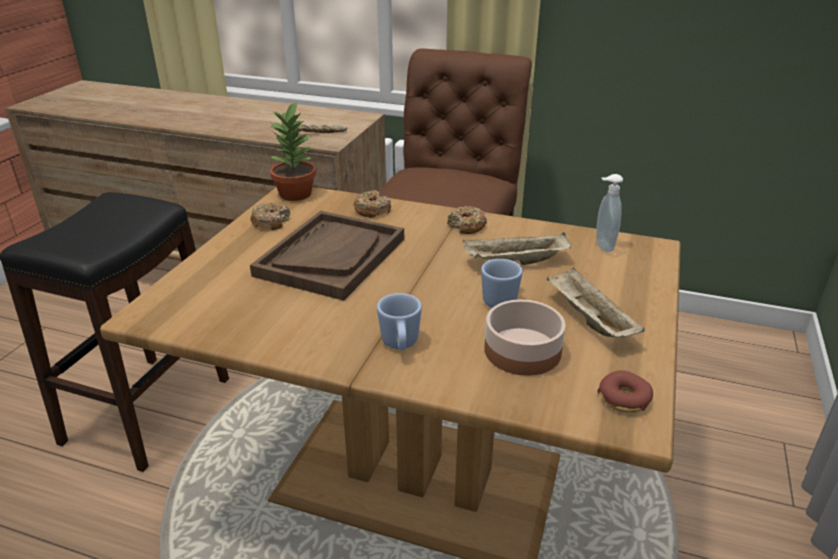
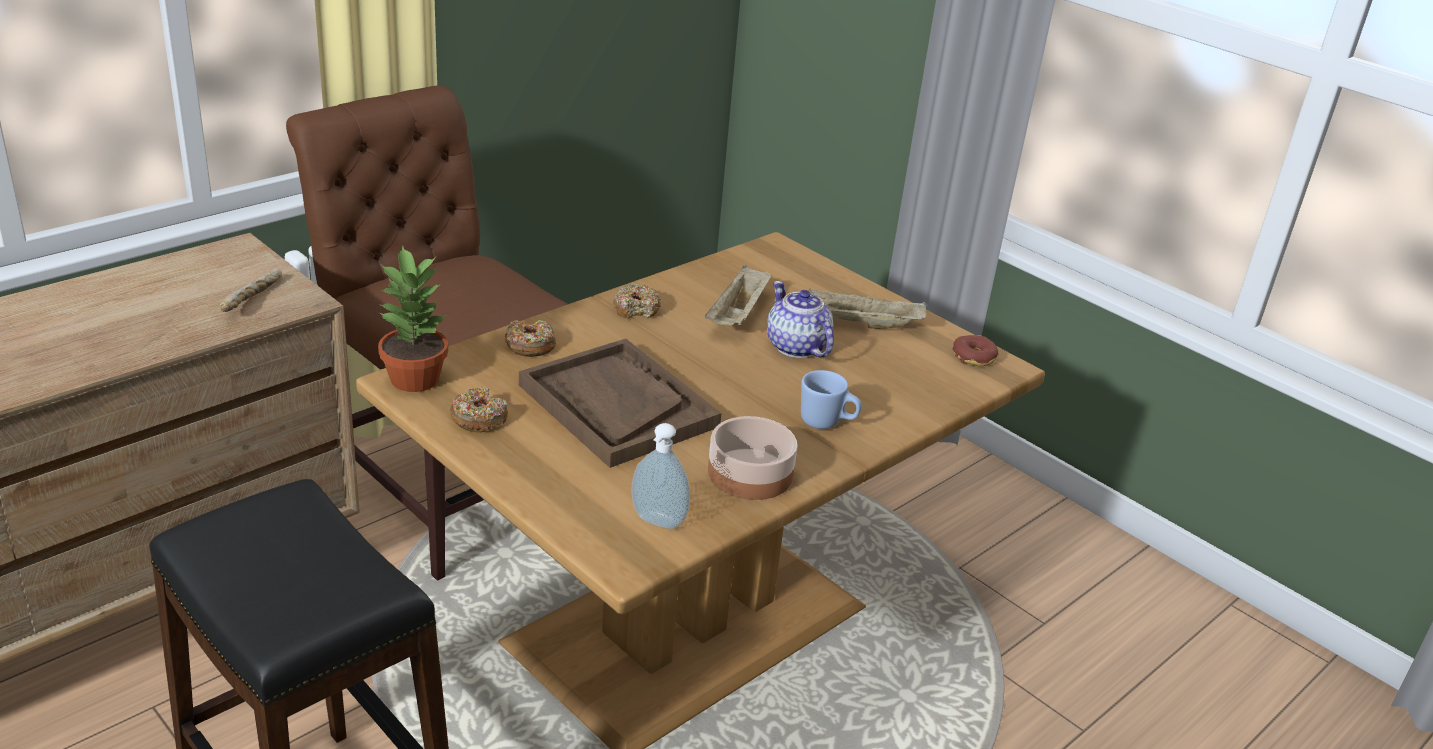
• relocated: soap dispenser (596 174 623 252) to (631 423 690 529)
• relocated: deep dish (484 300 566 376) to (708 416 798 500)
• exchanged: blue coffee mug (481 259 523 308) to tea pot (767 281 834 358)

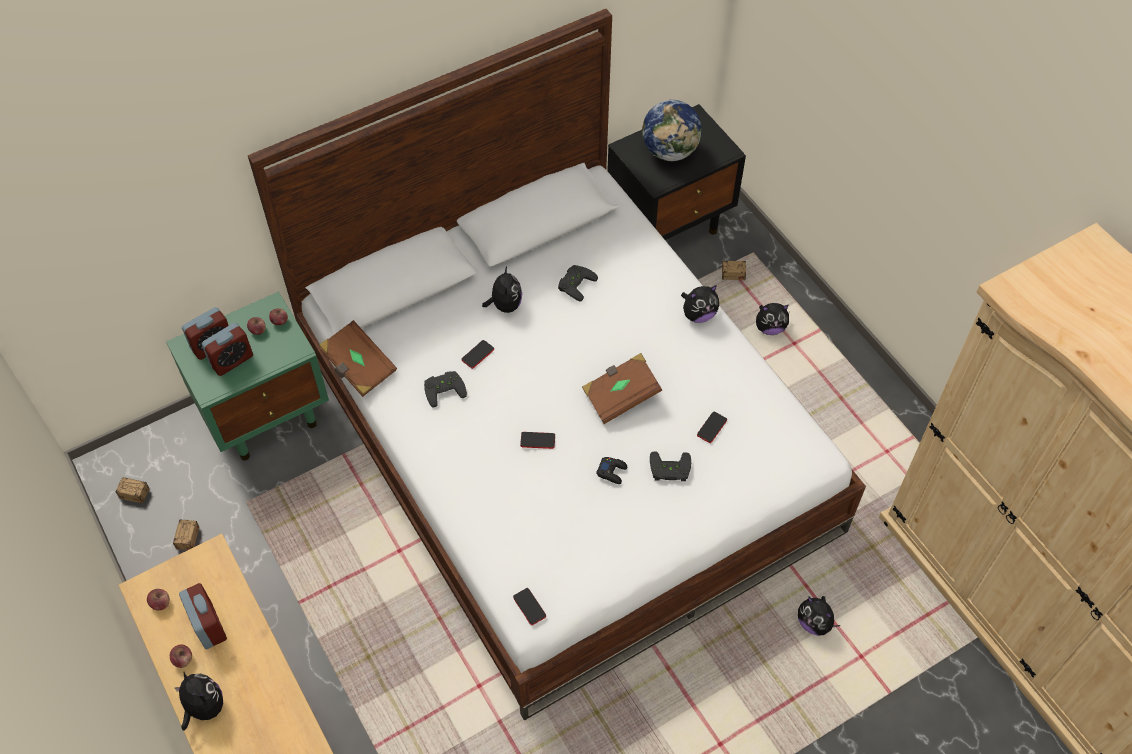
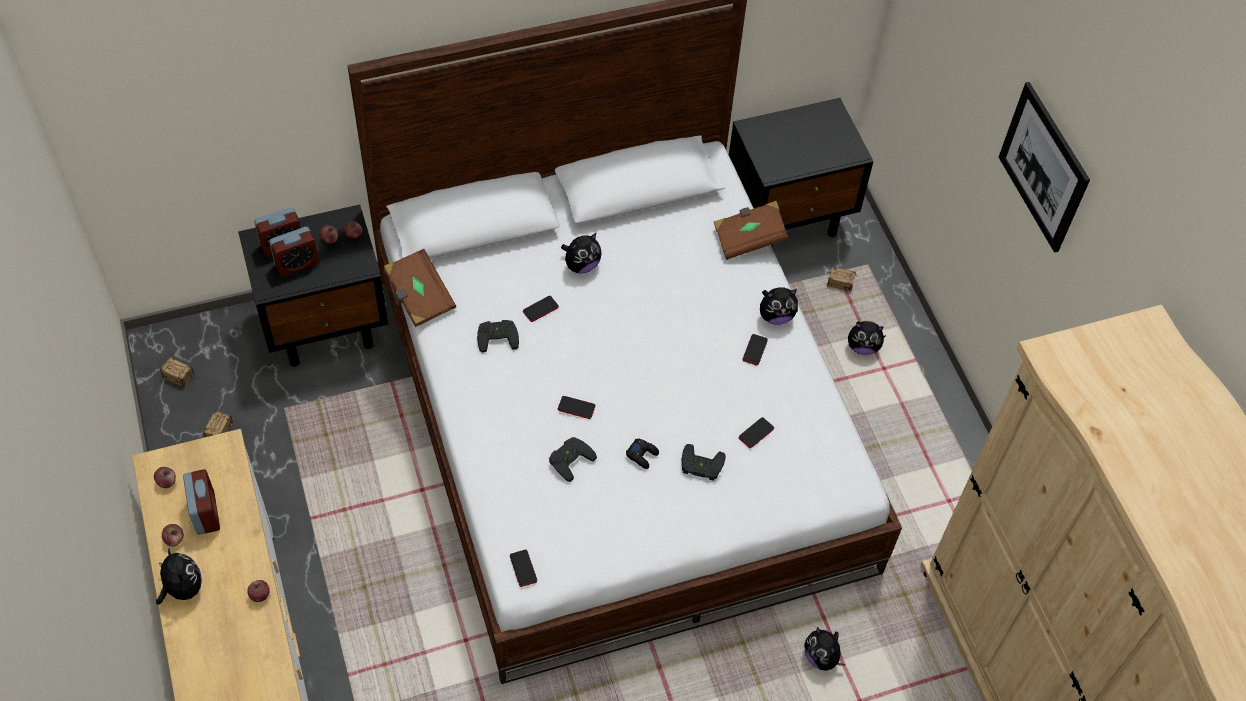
• colour: green nightstand (166 292 329 460) to black nightstand (238 204 388 367)
• appeared: whole apple (247 580 270 602)
• relocated: black gamepad (558 265 598 302) to (549 437 597 482)
• spun: plush toy (482 267 522 313) = (561 233 602 274) 45 degrees clockwise
• relocated: brown bound book (582 353 662 424) to (714 201 788 260)
• appeared: phone (743 334 768 366)
• appeared: wall picture (999 82 1090 253)
• missing: globe (642 100 702 161)

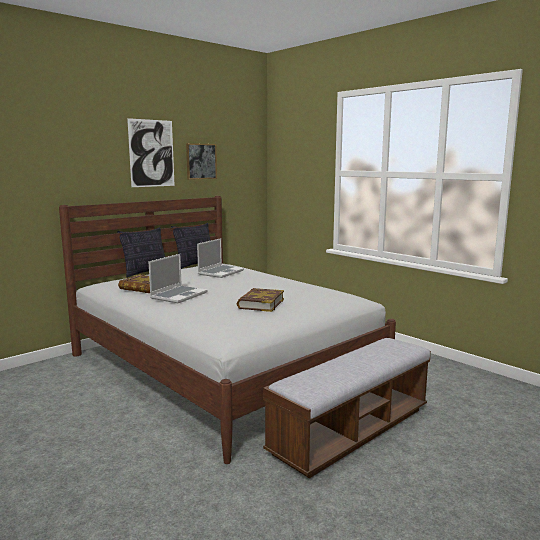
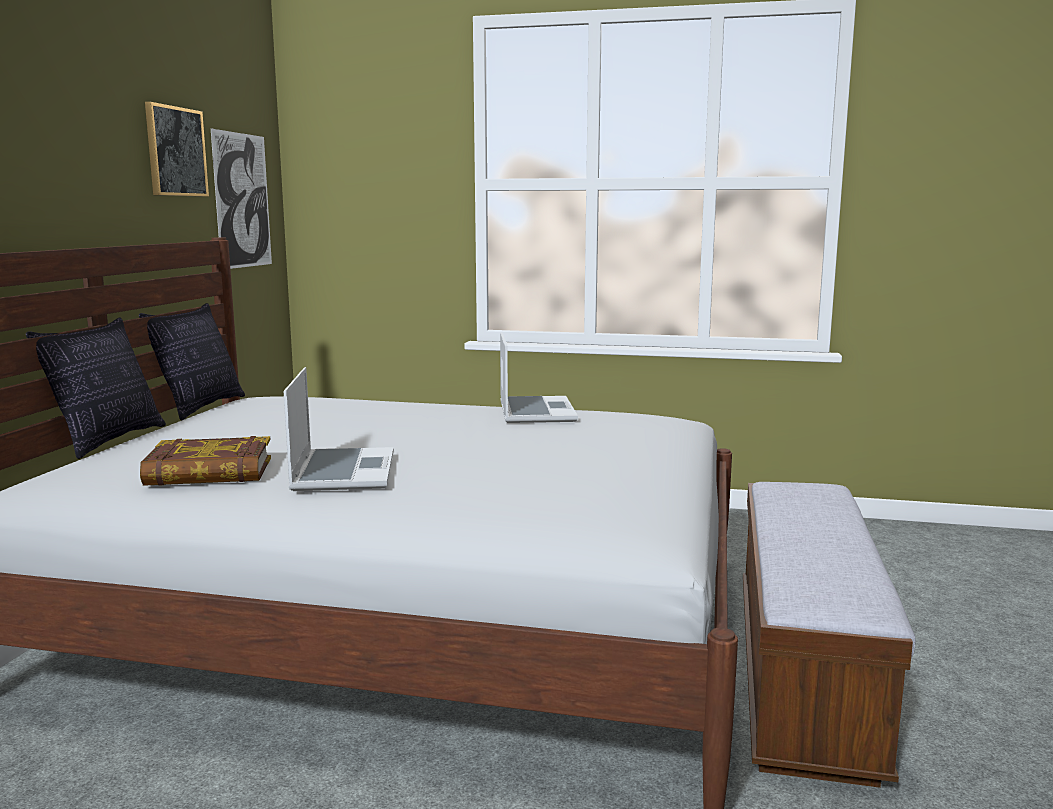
• relocated: wall picture (127 118 175 187) to (211 129 272 269)
• relocated: portable computer (197 238 244 278) to (500 332 578 423)
• missing: bound book (237 288 284 312)

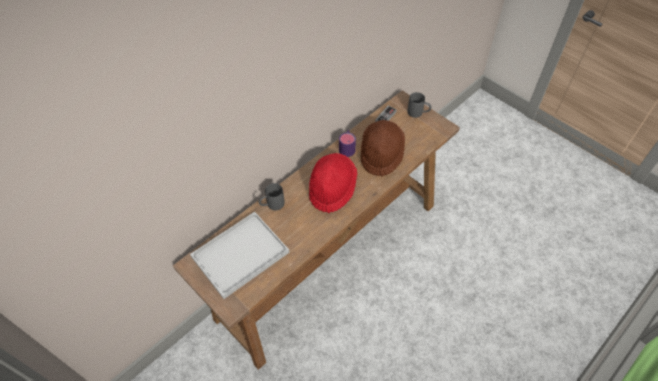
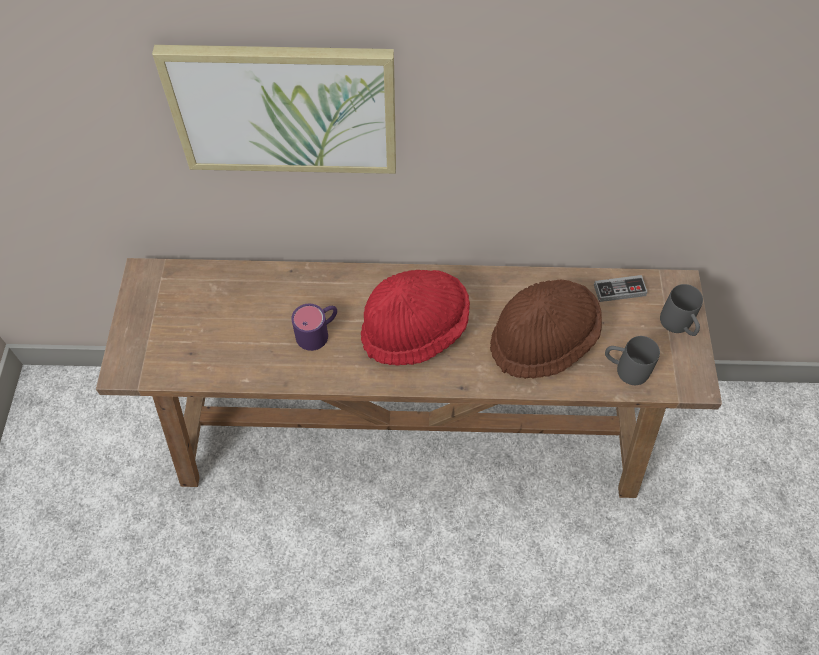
• appeared: wall picture (152 45 396 174)
• relocated: purplish coffee mug (339 130 356 157) to (291 304 337 351)
• relocated: grey coffee mug (259 183 285 210) to (605 336 660 385)
• missing: whitish serving tray (190 212 290 299)

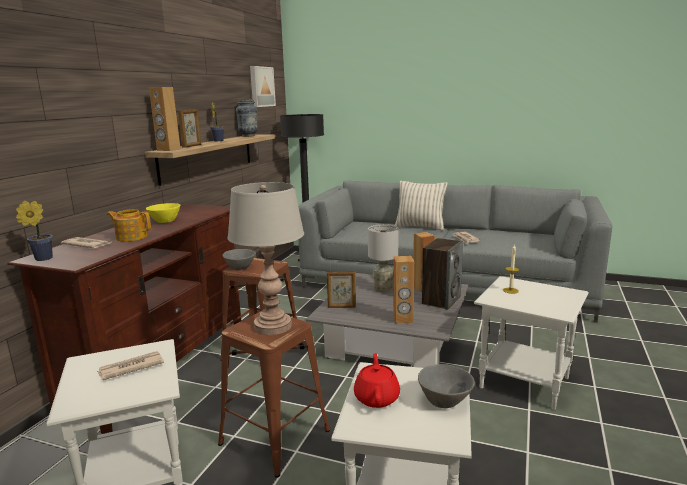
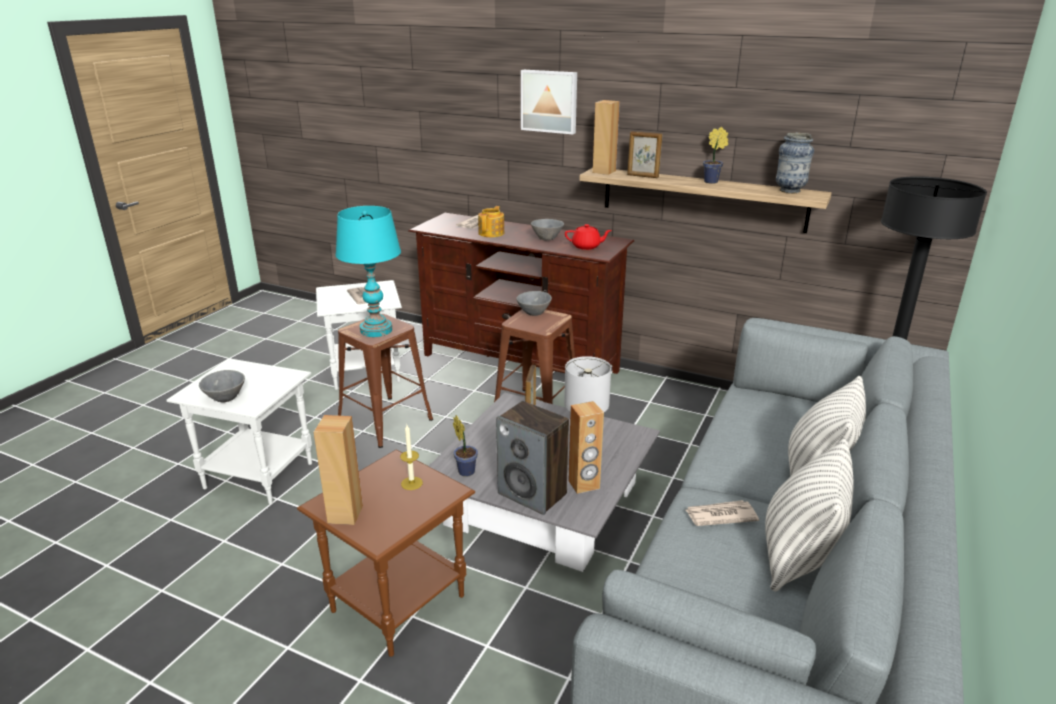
• colour: whitish accent table (474 276 589 410) to brown accent table (297 450 475 657)
• relocated: brown audio speaker (393 256 414 324) to (314 415 363 525)
• colour: grey table lamp (227 182 304 335) to turquoise table lamp (335 206 401 337)
• relocated: potted plant (16 201 53 261) to (453 415 478 477)
• relocated: wall picture (250 66 276 107) to (521 70 577 134)
• colour: yellow-coloured deep dish (146 203 180 223) to grey deep dish (531 219 564 240)
• relocated: reddish tea pot (354 353 400 408) to (565 224 612 250)
• appeared: cushion (765 438 854 592)

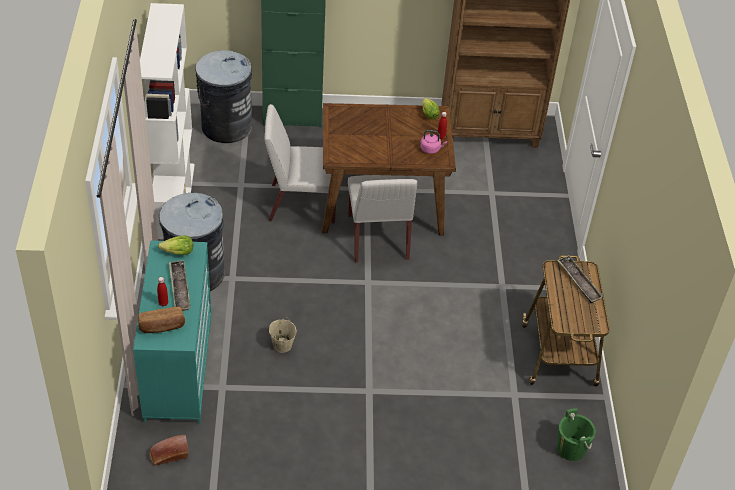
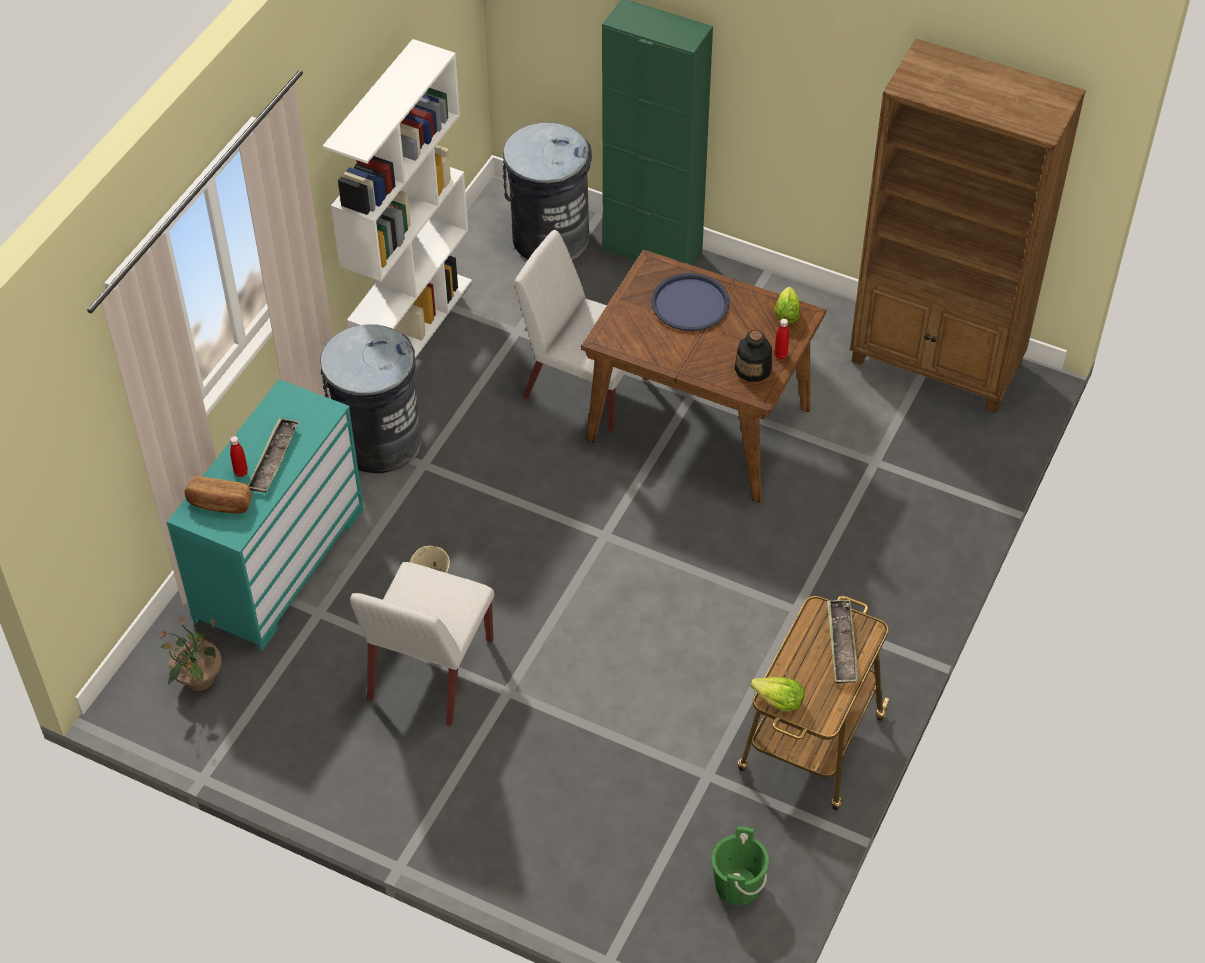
• exchanged: bakery bread (150 435 188 466) to potted plant (160 616 222 691)
• relocated: whitish upright chair (348 175 417 263) to (350 562 494 726)
• appeared: blue serving tray (651 273 730 331)
• exchanged: pink water kettle (420 130 447 154) to beverage bottle (735 330 772 382)
• relocated: lettuce (158 235 193 255) to (750 677 805 711)

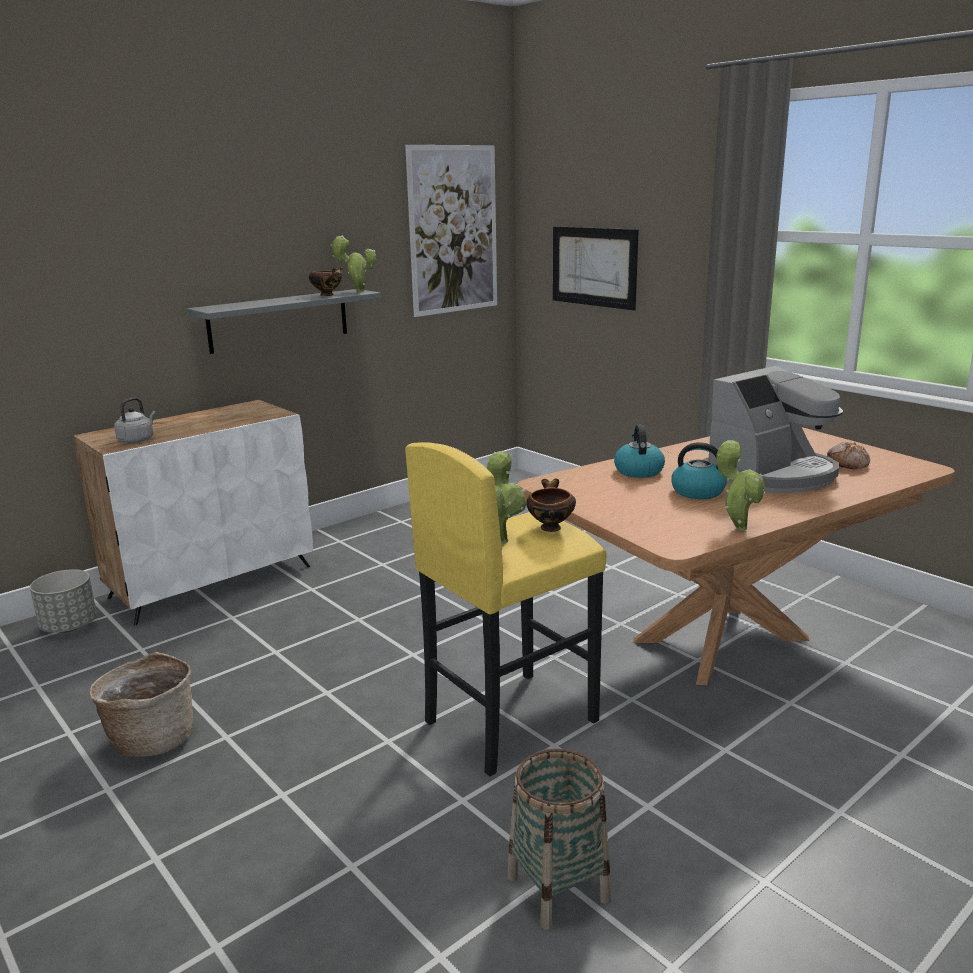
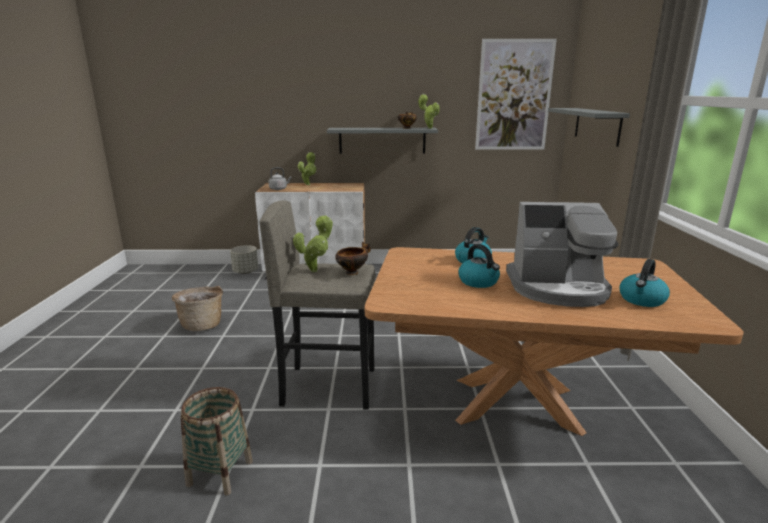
• colour: yellow-coloured stool (405 442 606 776) to grey stool (260 200 375 410)
• relocated: potted plant (716 440 765 530) to (298 152 317 185)
• exchanged: wall picture (553 226 639 310) to grey shelf (548 108 630 147)
• exchanged: bakery bread (827 442 870 469) to water kettle (619 259 670 307)

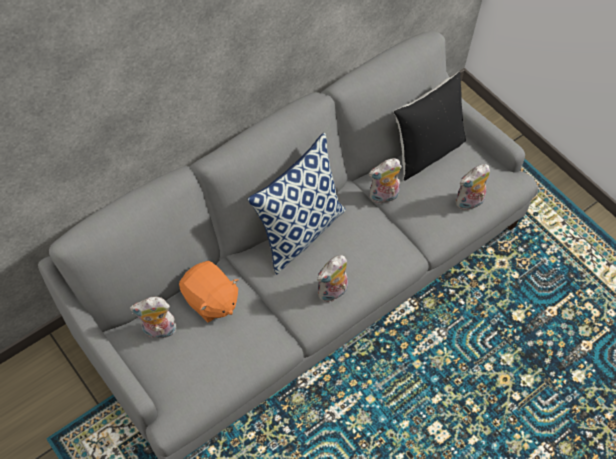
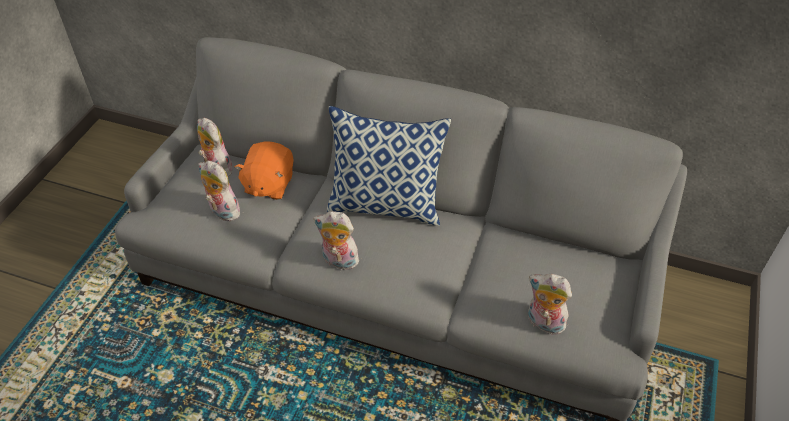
• relocated: plush toy (369 158 402 204) to (198 161 240 221)
• missing: black cushion (394 71 466 181)

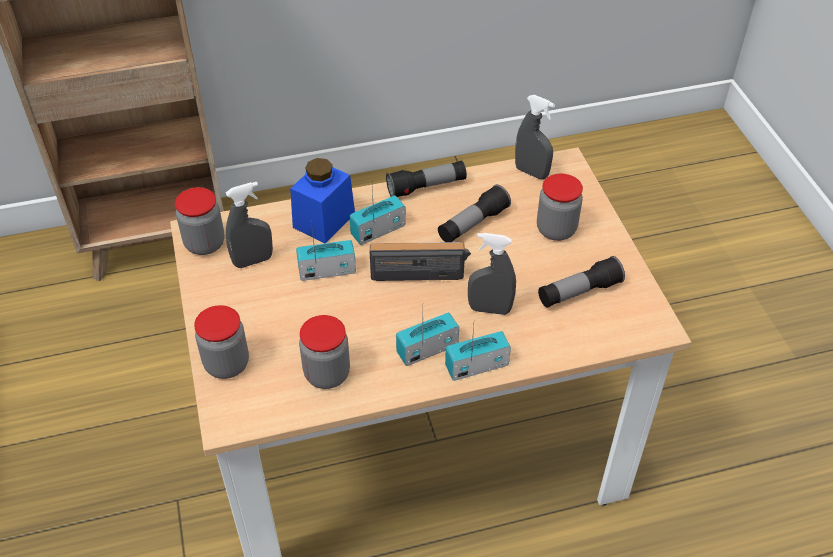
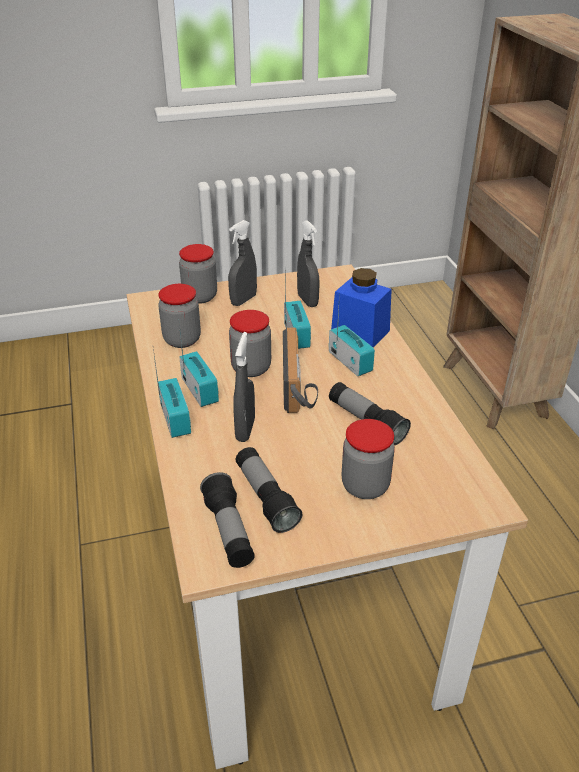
• relocated: hand torch (386 161 467 197) to (200 472 255 568)
• relocated: grey sprayer (515 95 555 179) to (228 220 257 306)
• relocated: preserve jar (175 187 225 255) to (229 310 271 377)

